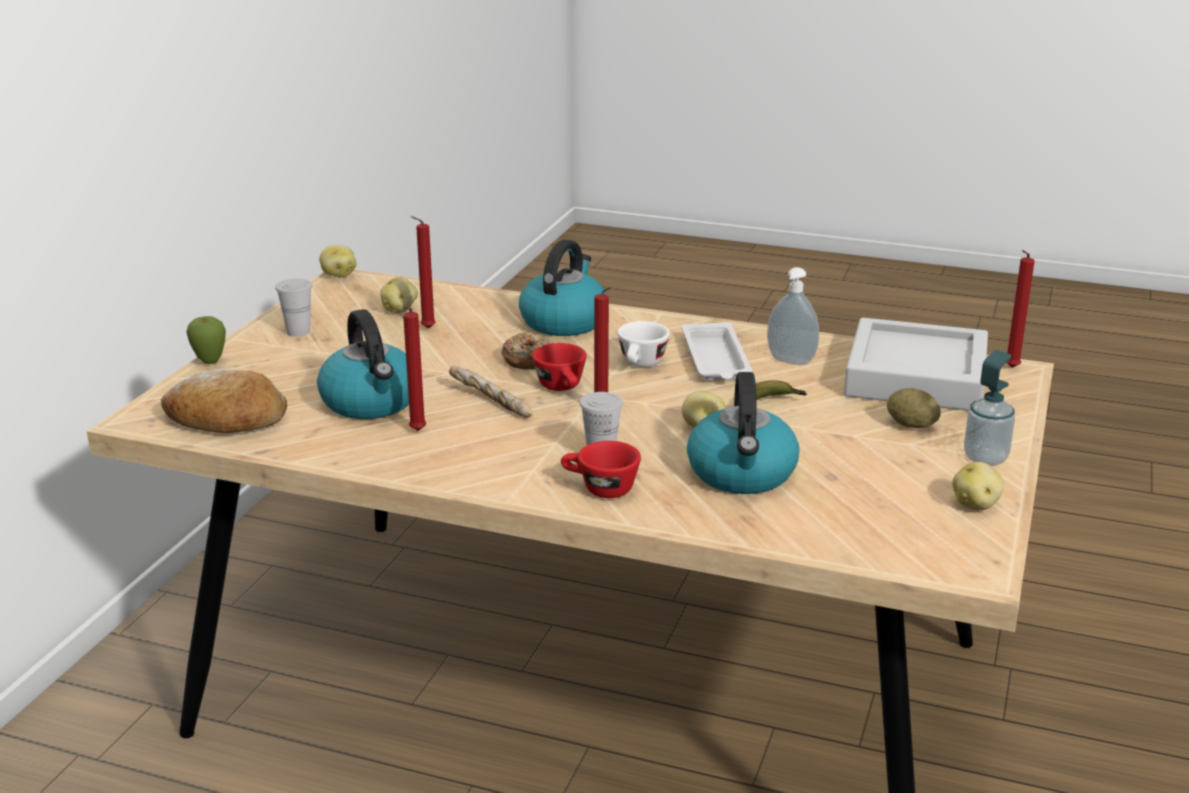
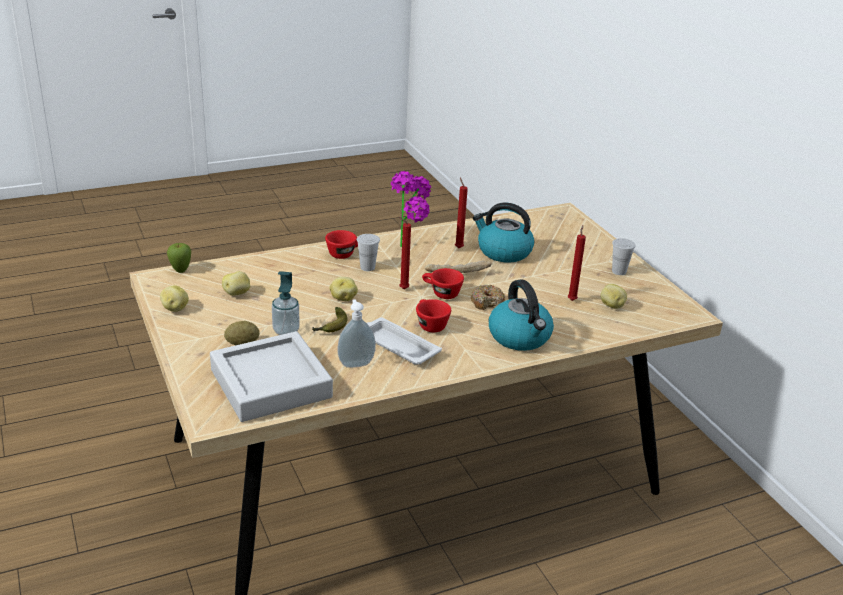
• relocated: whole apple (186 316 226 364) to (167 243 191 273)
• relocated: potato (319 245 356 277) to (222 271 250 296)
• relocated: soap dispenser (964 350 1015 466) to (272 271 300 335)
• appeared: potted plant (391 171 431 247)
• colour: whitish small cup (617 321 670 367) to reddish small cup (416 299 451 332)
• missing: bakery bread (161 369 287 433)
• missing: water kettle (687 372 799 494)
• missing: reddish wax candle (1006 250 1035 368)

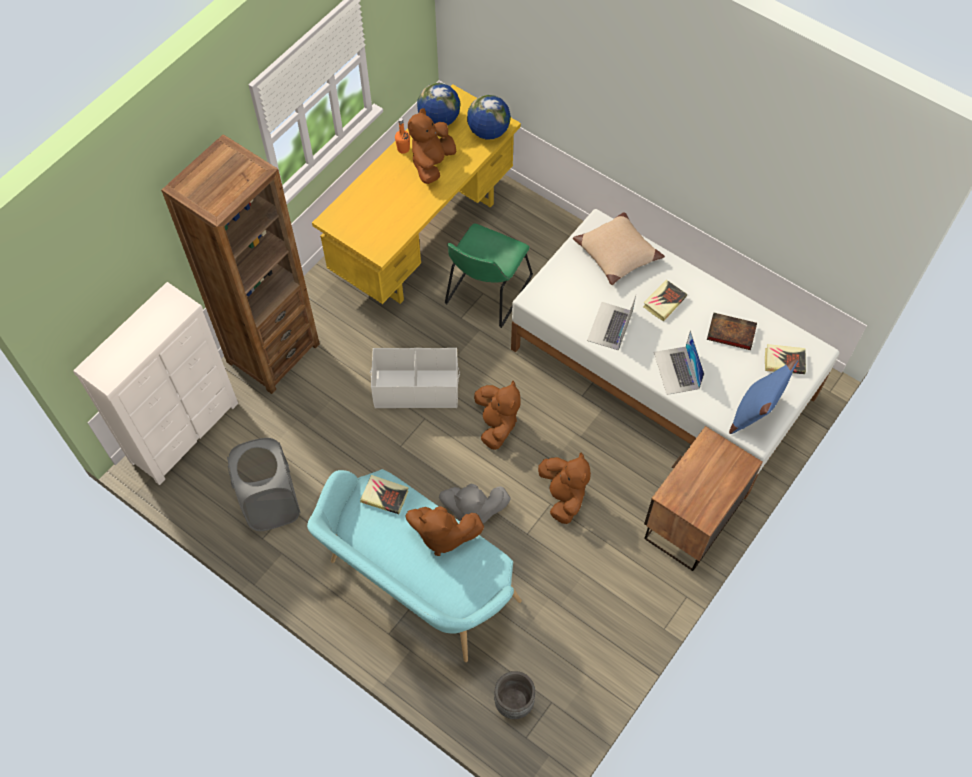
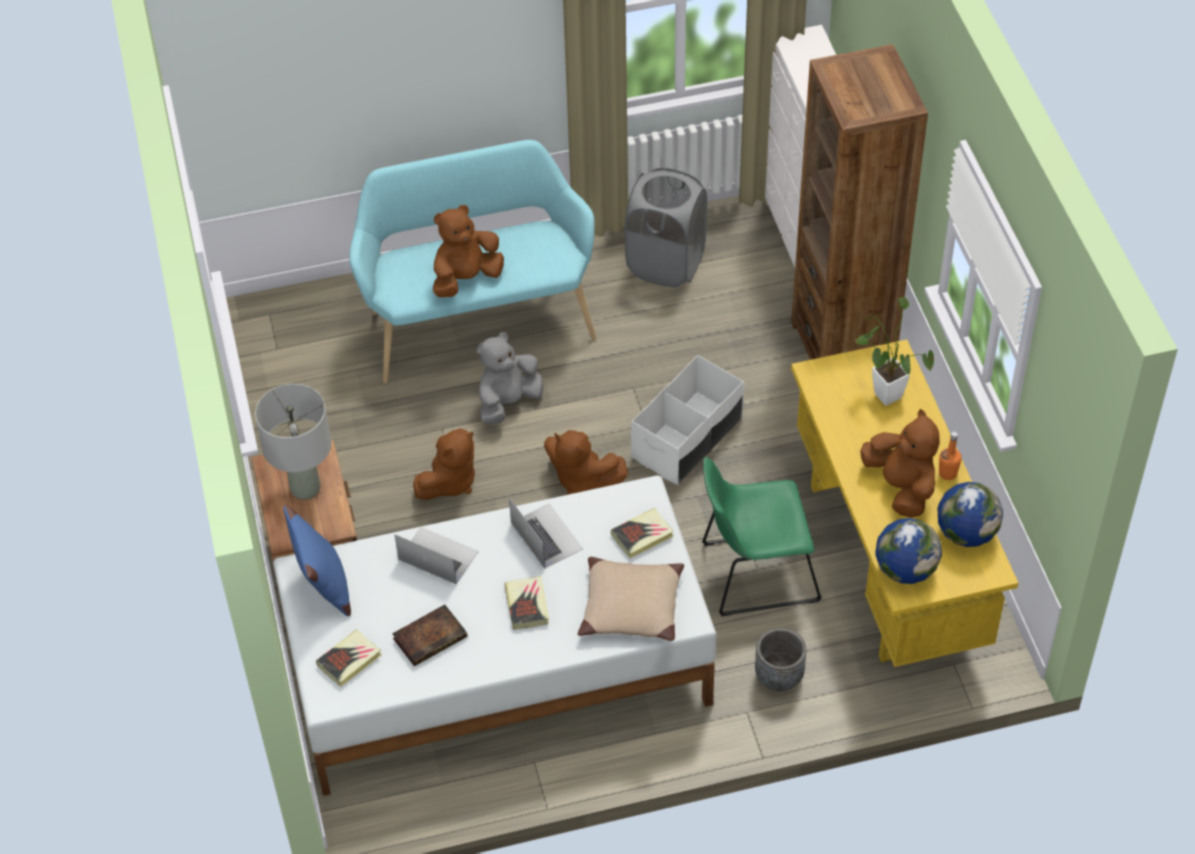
• appeared: grey table lamp (255 384 331 500)
• spun: brown plush toy (538 453 591 524) = (413 428 475 500) 75 degrees counterclockwise
• relocated: bound book (360 475 408 514) to (611 508 674 558)
• spun: green upright chair (445 224 533 328) = (702 457 822 616) 75 degrees counterclockwise
• relocated: grey flower pot (494 671 535 719) to (755 628 806 691)
• appeared: potted plant (855 297 934 406)

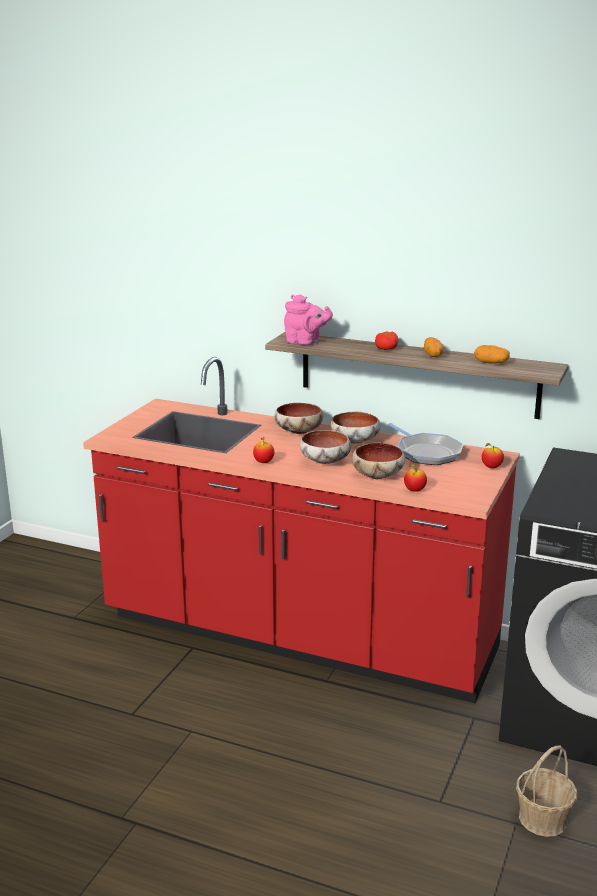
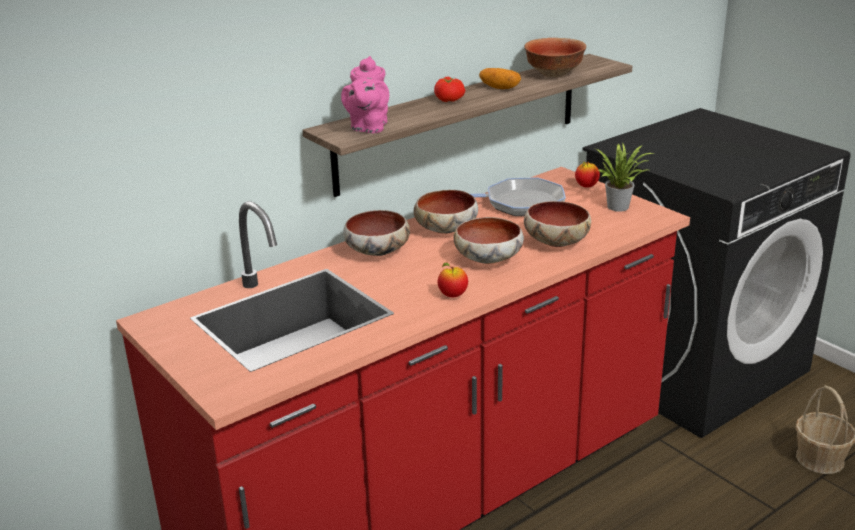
• spun: pink tea pot (284 294 333 345) = (341 56 389 133) 135 degrees clockwise
• exchanged: potato (474 345 510 364) to deep dish (524 38 586 77)
• appeared: potted plant (596 142 653 212)
• missing: whole apple (404 464 427 492)

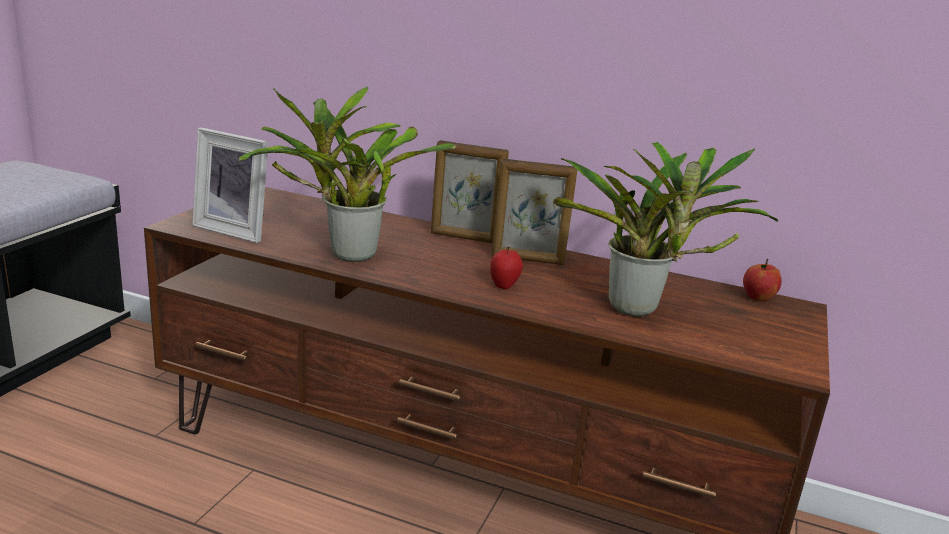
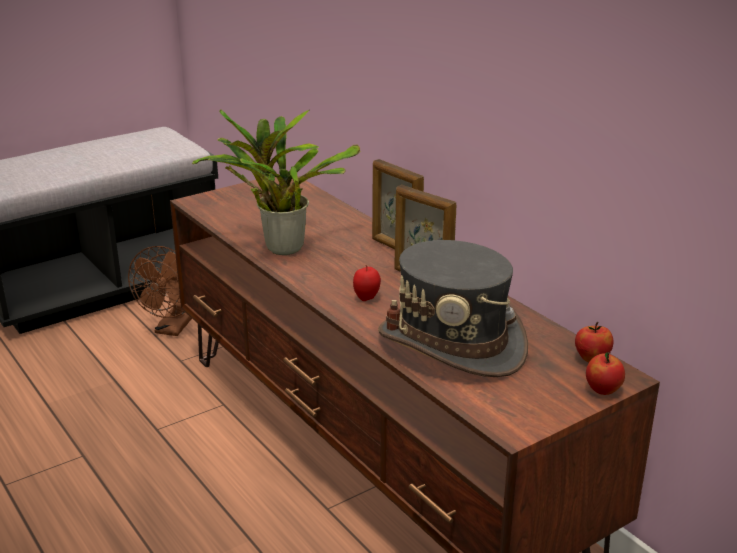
• appeared: brown fan (128 246 192 336)
• exchanged: potted plant (552 142 778 317) to grey hat (378 240 528 377)
• appeared: whole apple (586 352 625 395)
• missing: picture frame (192 128 268 243)

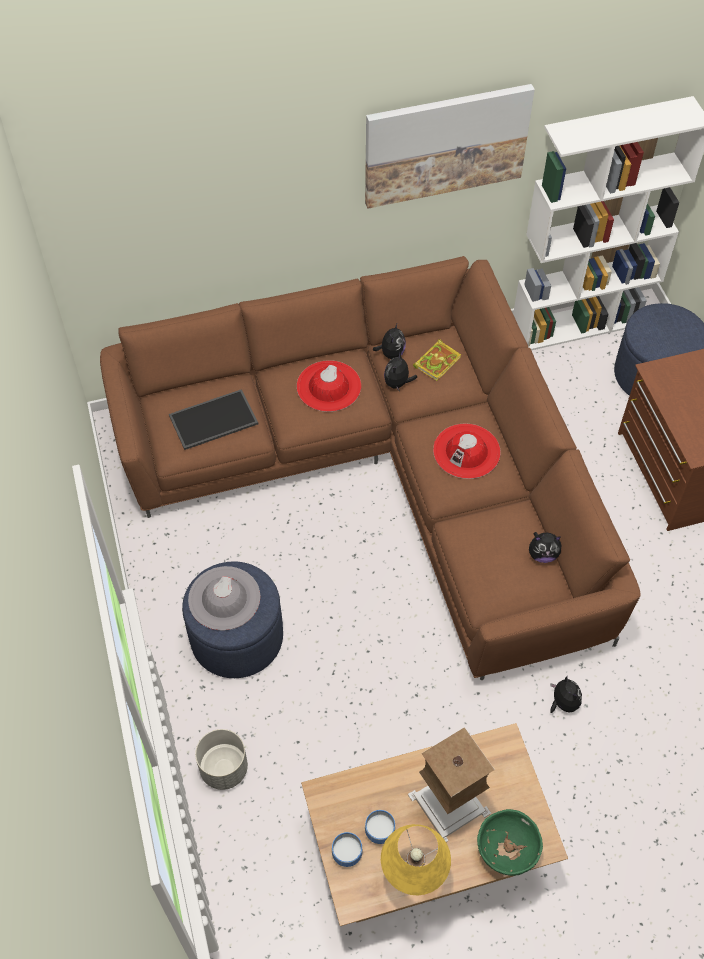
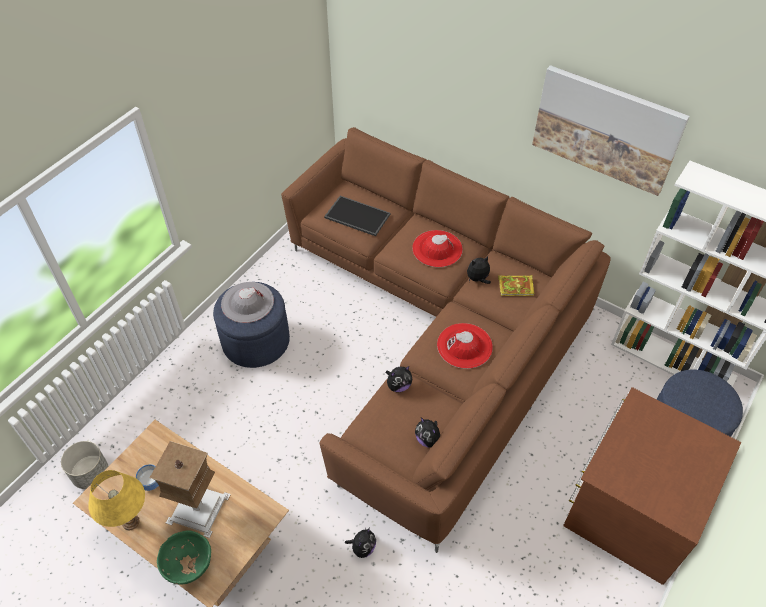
• relocated: grey flower pot (195 729 248 790) to (61 441 109 489)
• relocated: plush toy (373 324 406 359) to (386 366 412 392)
• missing: deep dish (332 832 363 867)

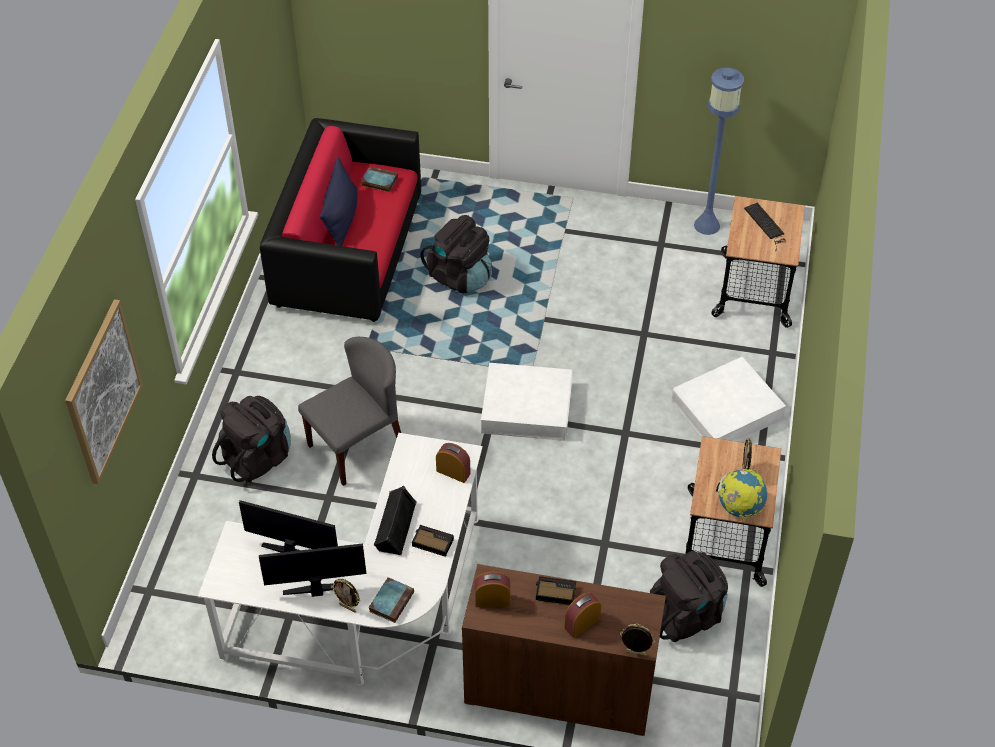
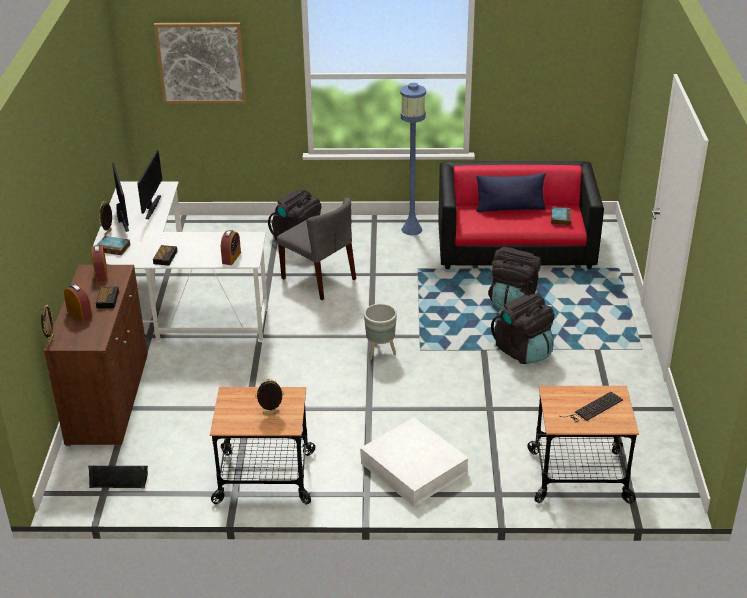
• relocated: black audio speaker (374 486 416 555) to (88 466 148 488)
• exchanged: whitish storage box (481 363 573 441) to grey flower pot (364 304 397 360)
• relocated: blue standing lamp (694 68 744 235) to (400 83 426 235)
• relocated: black rucksack (650 551 728 642) to (491 294 554 364)
• missing: globe (716 469 767 518)

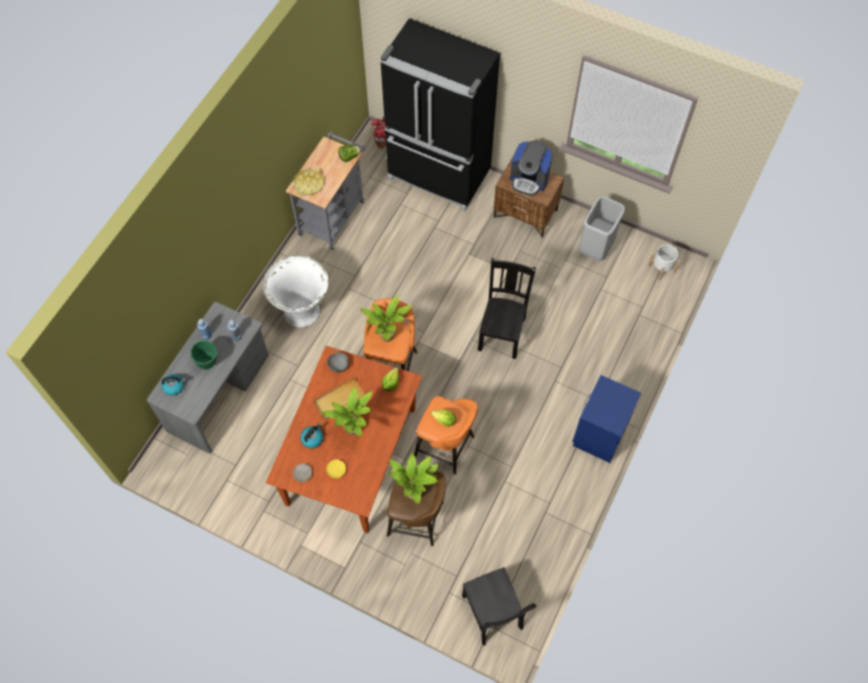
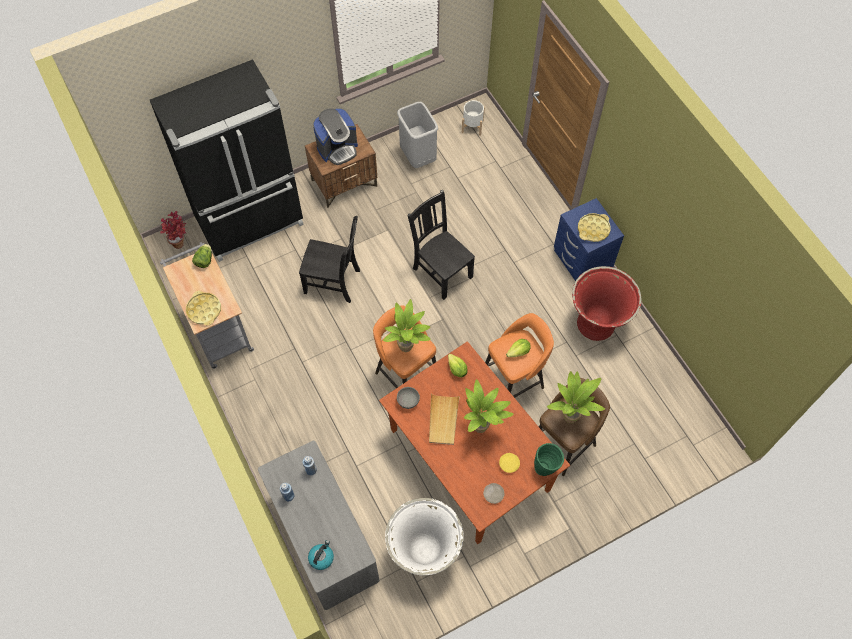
• relocated: black upright chair (462 567 537 645) to (299 216 360 303)
• relocated: whitish flower pot (263 255 328 327) to (385 498 463 576)
• relocated: green vase (190 340 217 370) to (534 443 564 476)
• appeared: reddish flower pot (572 266 642 341)
• appeared: yellow-coloured serving tray (578 213 611 242)
• missing: water kettle (300 423 323 448)

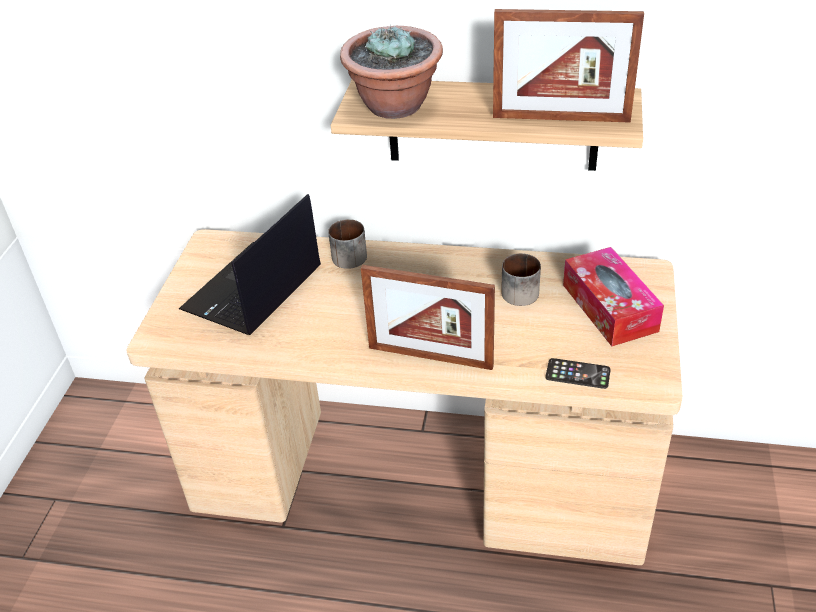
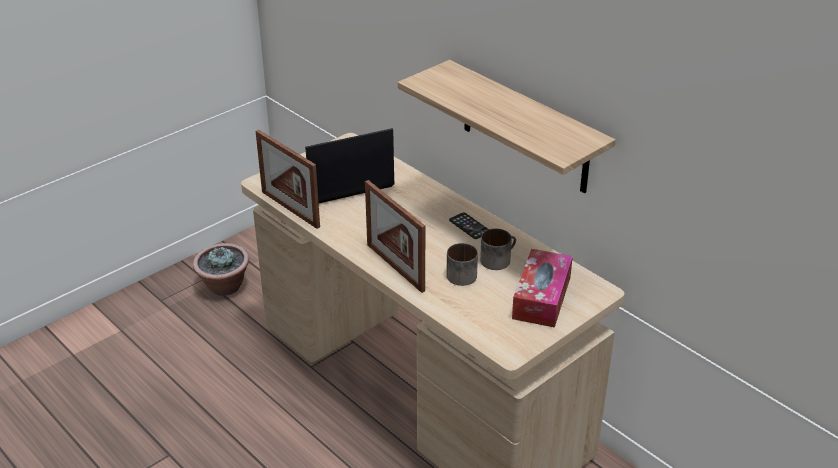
• relocated: potted plant (340 25 443 119) to (193 243 249 296)
• relocated: picture frame (493 9 644 123) to (256 130 320 229)
• relocated: coffee mug (328 219 367 269) to (446 243 478 286)
• relocated: phone (546 358 611 389) to (449 212 489 239)

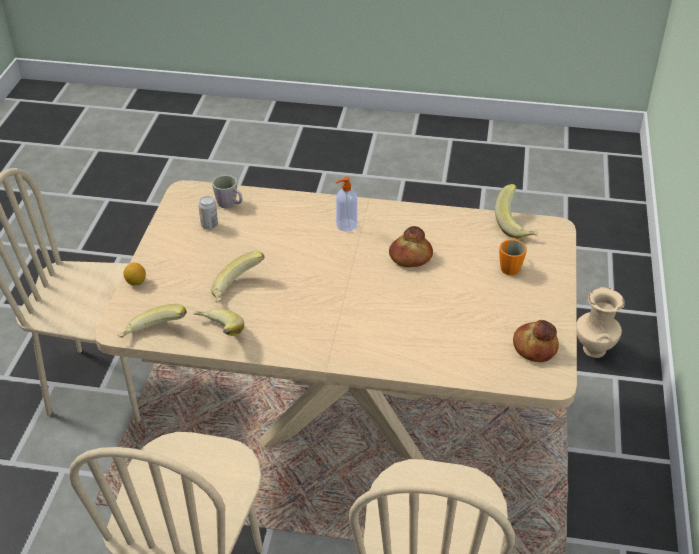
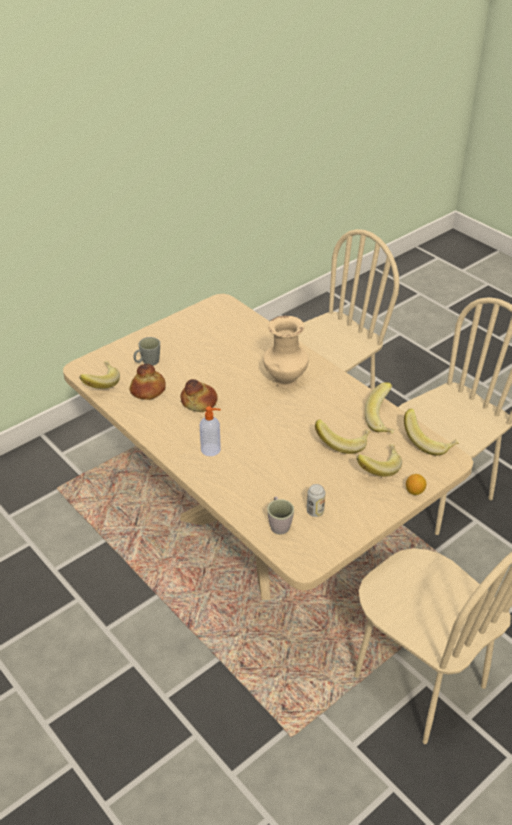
• relocated: bakery bread (513 320 559 362) to (130 364 166 400)
• colour: orange-coloured coffee mug (499 238 527 275) to grey coffee mug (134 337 160 366)
• relocated: beige-coloured vase (577 287 625 358) to (263 316 309 388)
• appeared: banana fruit (356 444 402 477)

